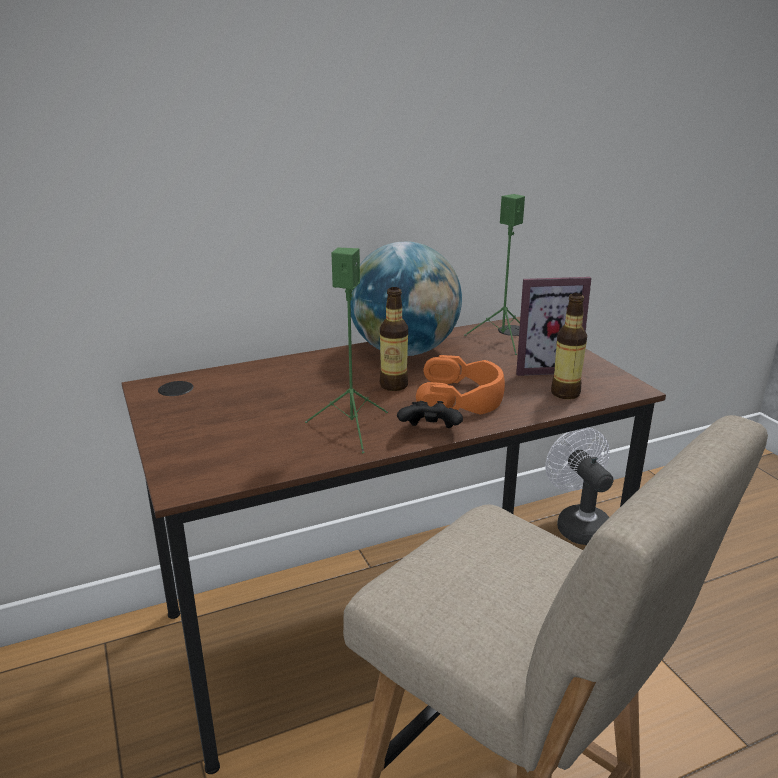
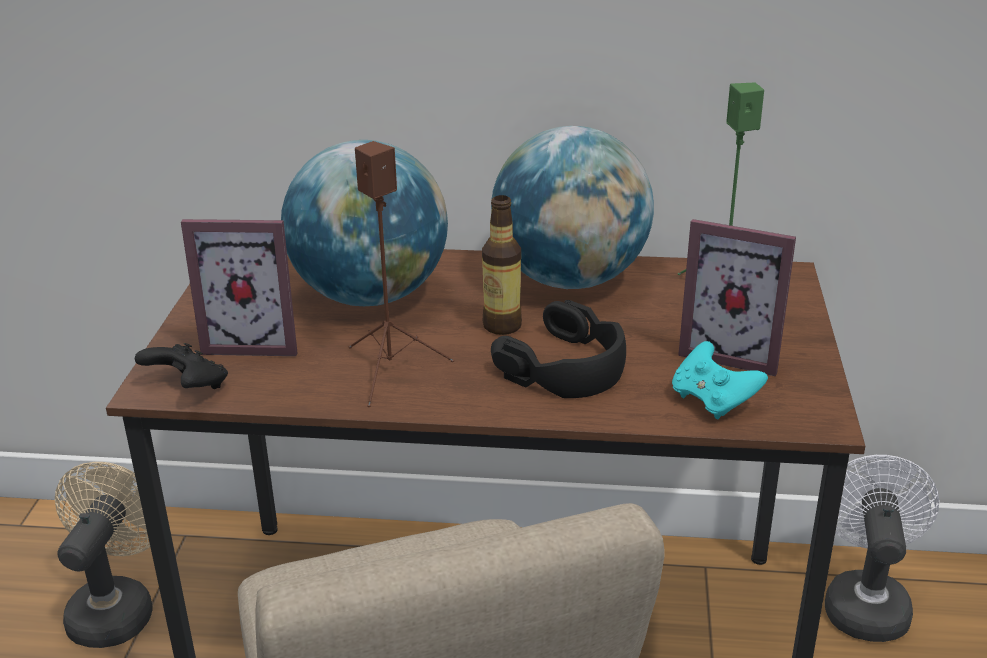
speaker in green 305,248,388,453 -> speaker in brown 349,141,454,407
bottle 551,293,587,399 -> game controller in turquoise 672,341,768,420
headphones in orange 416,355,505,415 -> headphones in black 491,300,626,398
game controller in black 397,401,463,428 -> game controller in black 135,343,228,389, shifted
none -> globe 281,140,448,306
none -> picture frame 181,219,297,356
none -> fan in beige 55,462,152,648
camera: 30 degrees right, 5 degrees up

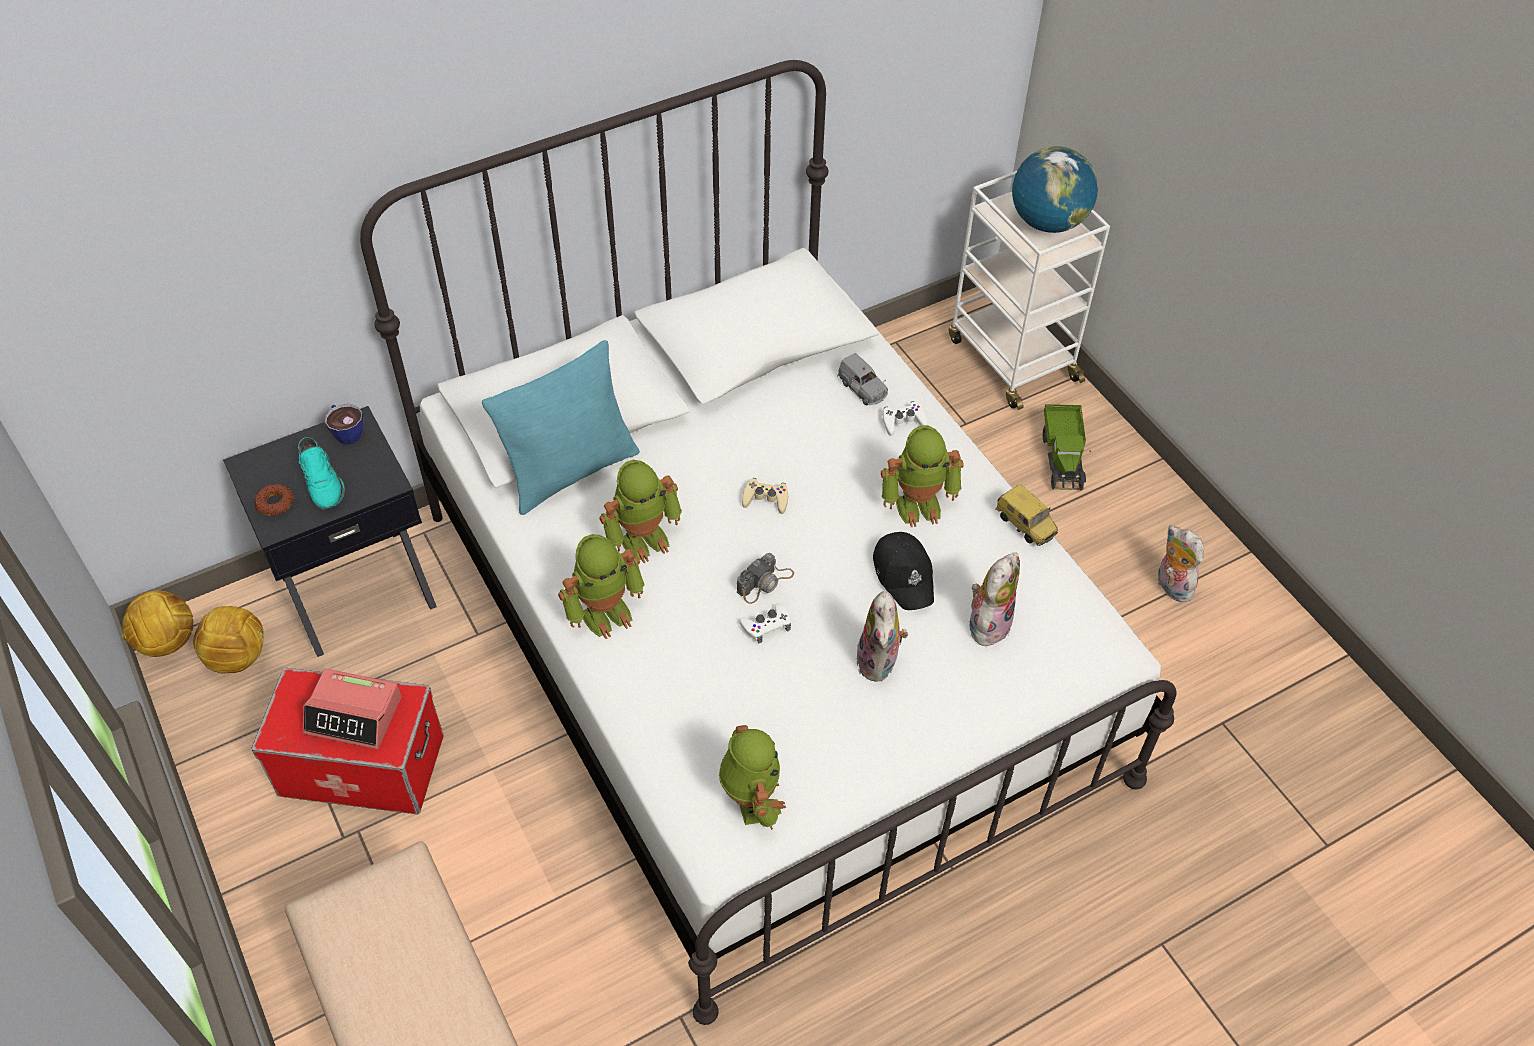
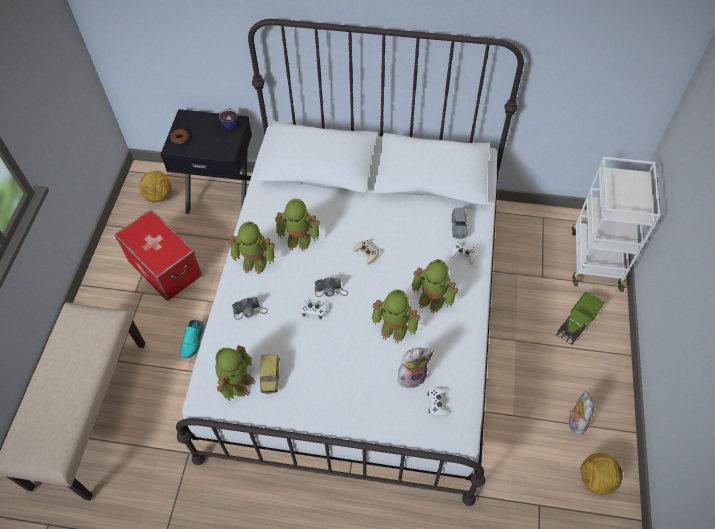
globe 1012,146,1098,233 -> none
pillow in turquoise 482,340,640,515 -> none
shoe in turquoise 298,437,345,510 -> shoe in turquoise 180,320,204,358, shifted
toy car 995,484,1058,546 -> toy car 260,355,280,394, shifted
cap in black 873,532,934,610 -> toy robot 372,289,420,343
football 122,590,193,657 -> football 580,453,623,495, shifted
plush toy 856,590,908,682 -> none
alarm clock 303,669,401,750 -> none
none -> photo camera 232,297,268,320
none -> game controller in white 427,388,448,416
camera: 40 degrees right, 5 degrees up

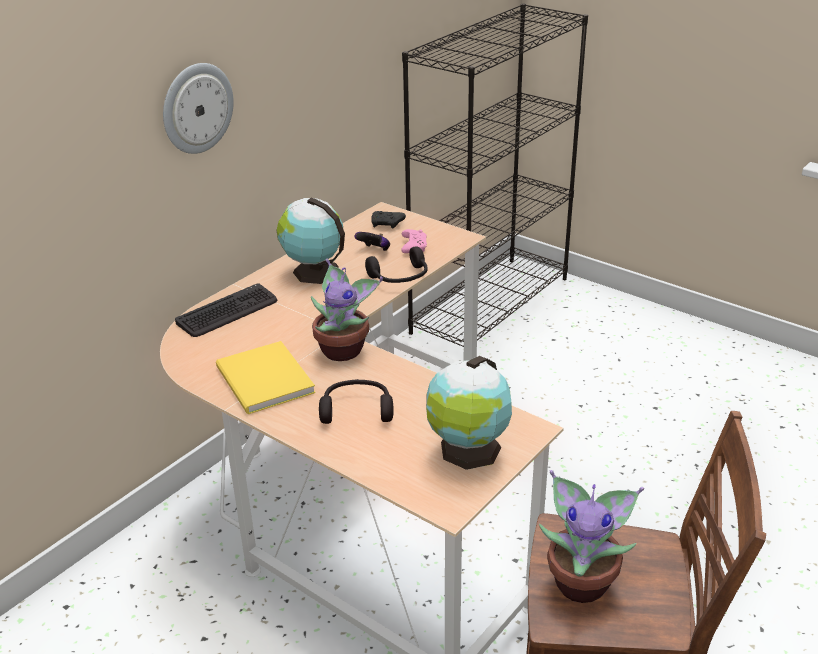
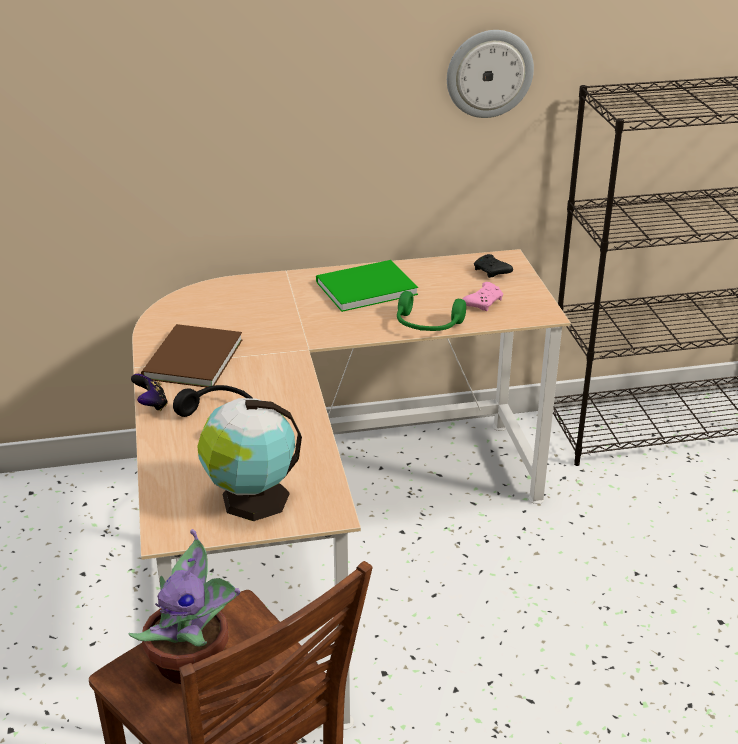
wall clock 163,63,234,154 -> wall clock 447,30,534,118, shifted
globe 277,198,345,284 -> book in green 316,260,418,312
game controller 355,232,390,251 -> game controller 131,374,168,411, shifted
headphones in black 365,246,428,283 -> headphones in green 397,291,466,331
potted plant 311,259,383,361 -> none
keyboard 175,283,277,337 -> none
book in yellow 216,341,316,414 -> book in brown 141,324,243,387
camera: 40 degrees right, 0 degrees up

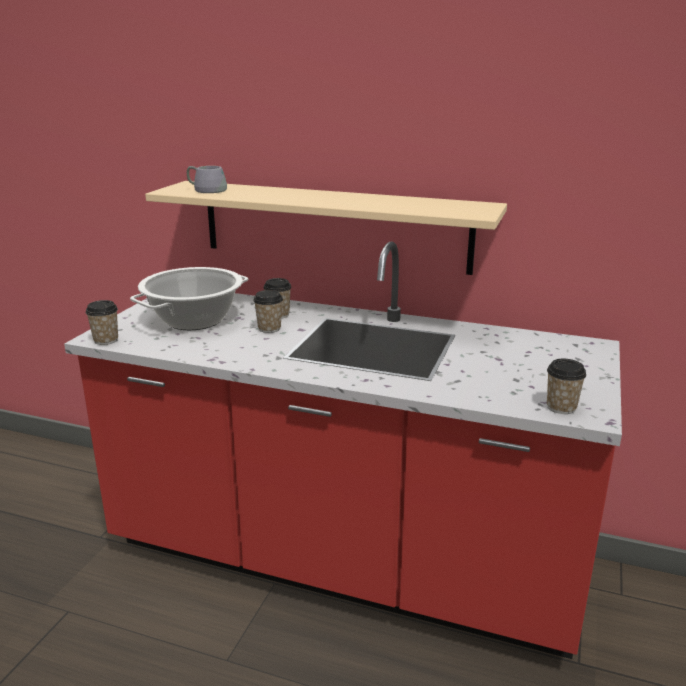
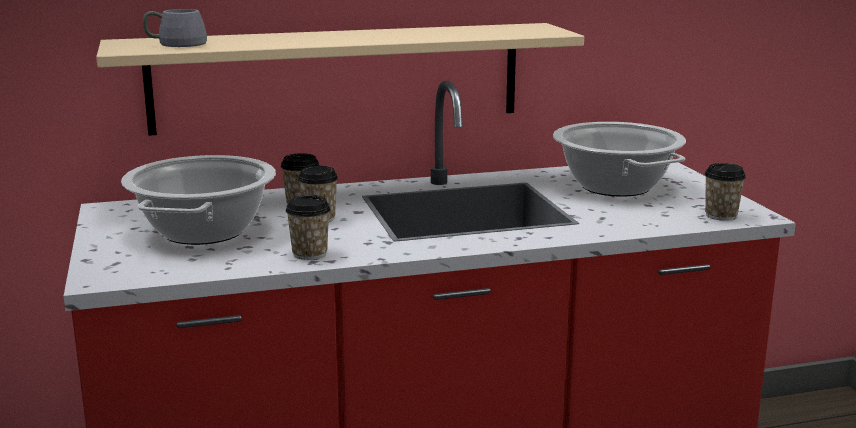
cup 86,300,118,345 -> cup 286,195,331,260, shifted
none -> cooking pot 553,122,686,197
camera: 35 degrees left, 5 degrees down

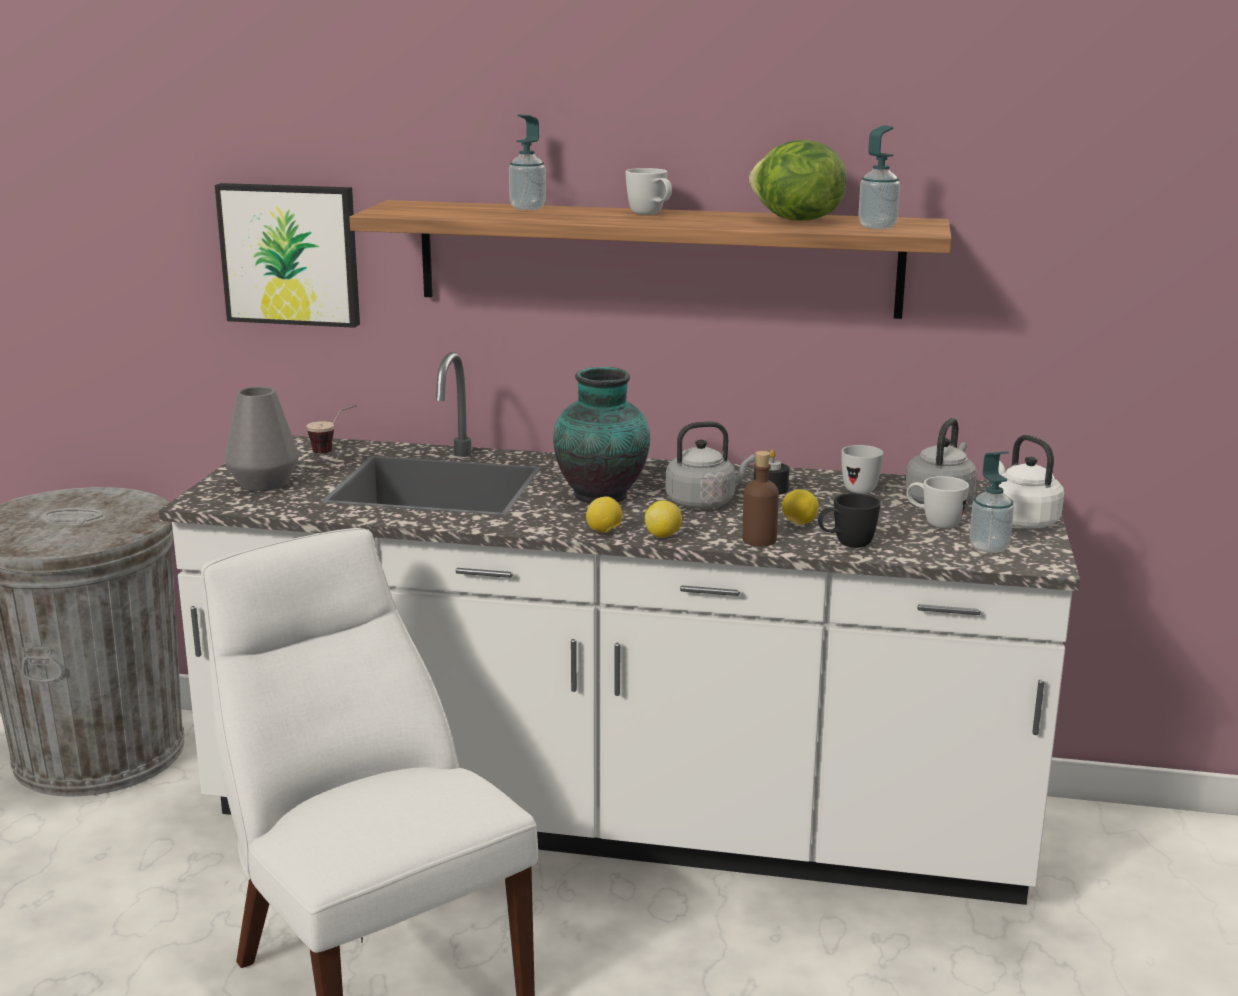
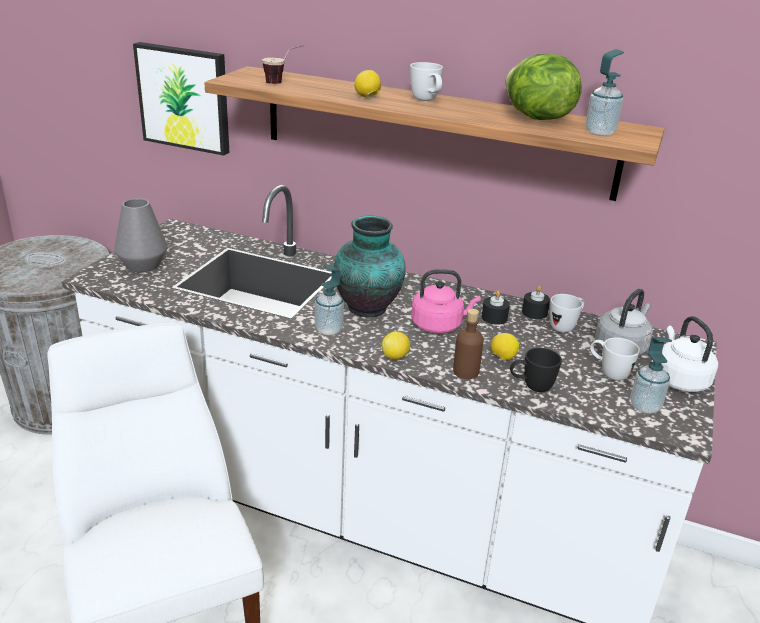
soap dispenser 509,114,546,210 -> soap dispenser 315,265,344,336, shifted
cup 306,405,357,453 -> cup 262,45,304,84, shifted
kettle in grey 665,422,755,509 -> kettle in pink 411,269,481,334
lemon 586,496,622,533 -> lemon 354,70,381,98, shifted
none -> candle in black 522,286,550,319
camera: 10 degrees right, 10 degrees up

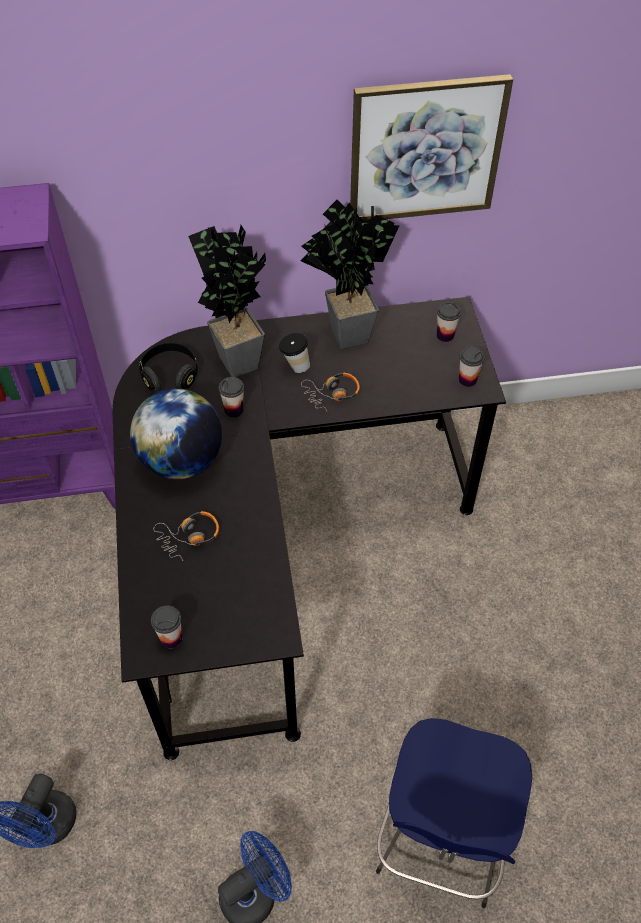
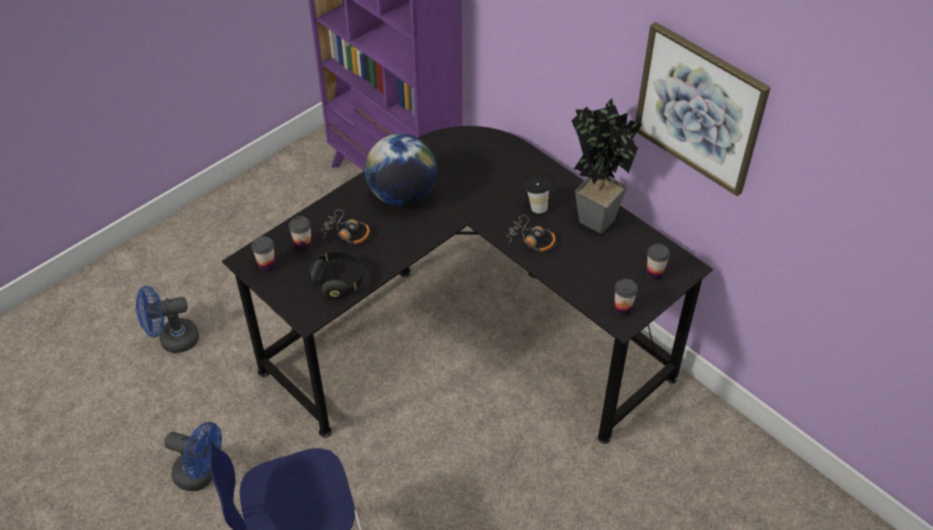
potted plant 188,225,266,377 -> none
headphones in black 139,343,198,392 -> headphones in black 309,251,363,299, shifted
cup 219,377,244,418 -> cup 289,216,311,252, shifted
camera: 55 degrees right, 5 degrees down

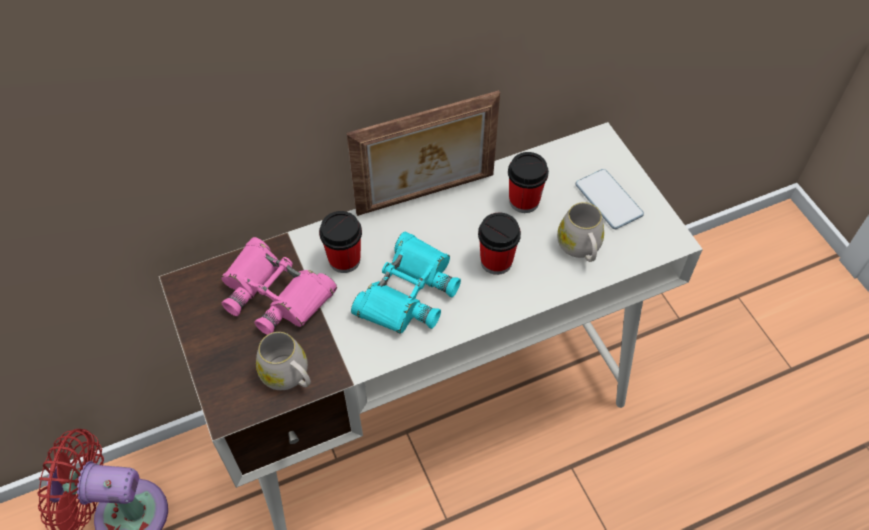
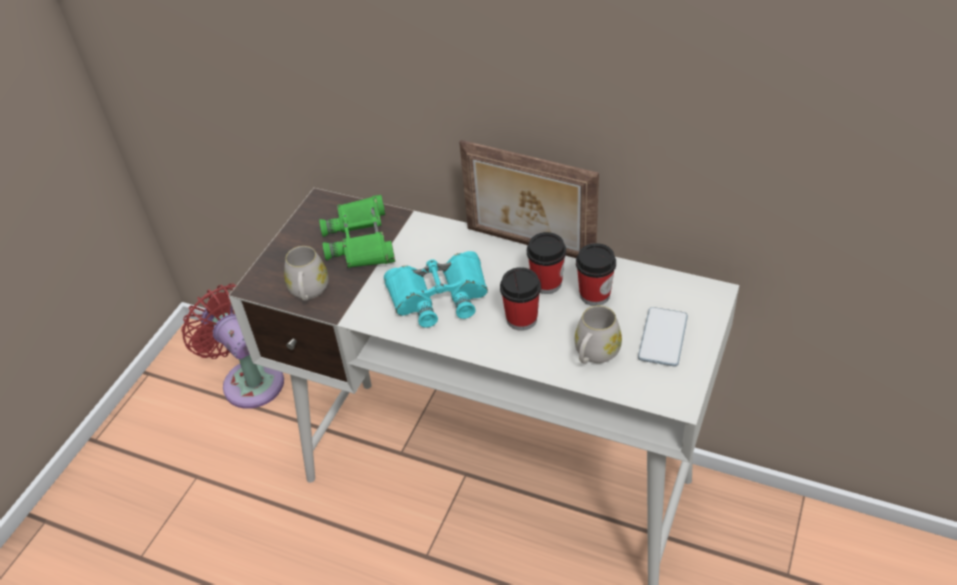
cup 319,211,362,273 -> cup 527,232,566,294, shifted
binoculars in pink 221,237,337,335 -> binoculars in green 319,195,395,268
camera: 50 degrees right, 10 degrees down

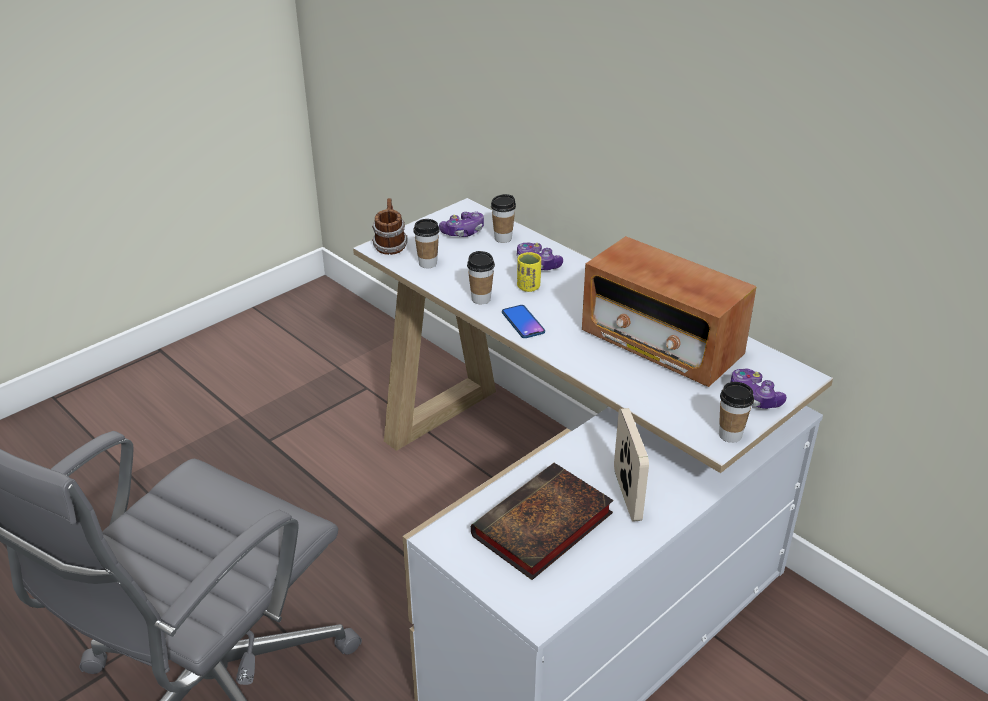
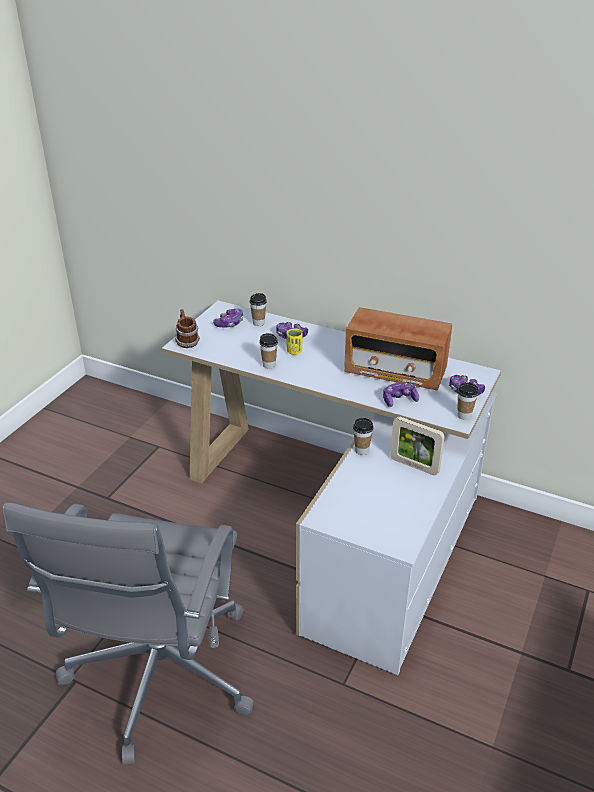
cup 413,219,440,268 -> cup 353,418,373,455, shifted
phone 502,305,545,338 -> none
picture frame 614,408,649,522 -> picture frame 390,416,445,475, 150 degrees clockwise
book 471,463,614,580 -> none
none -> game controller 383,383,419,407
camera: 20 degrees left, 0 degrees up

